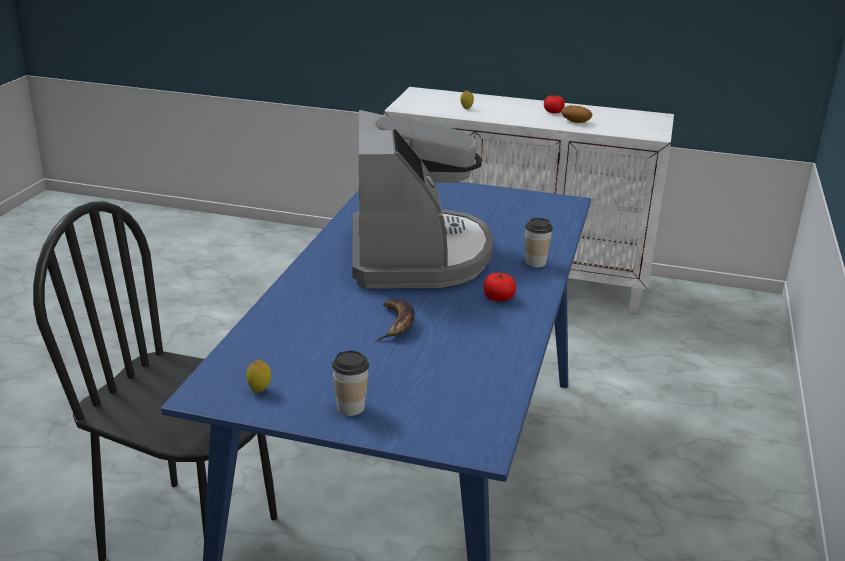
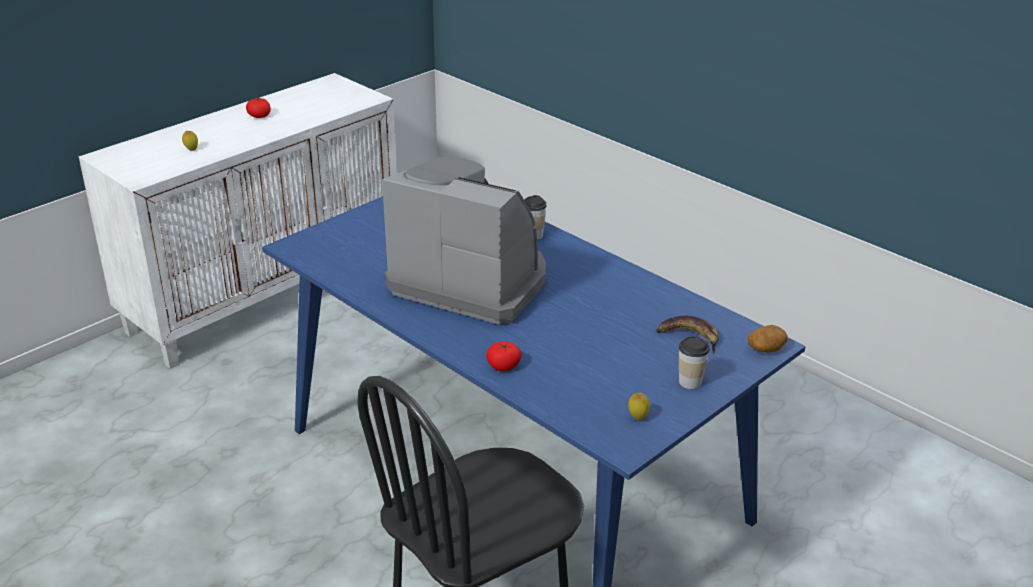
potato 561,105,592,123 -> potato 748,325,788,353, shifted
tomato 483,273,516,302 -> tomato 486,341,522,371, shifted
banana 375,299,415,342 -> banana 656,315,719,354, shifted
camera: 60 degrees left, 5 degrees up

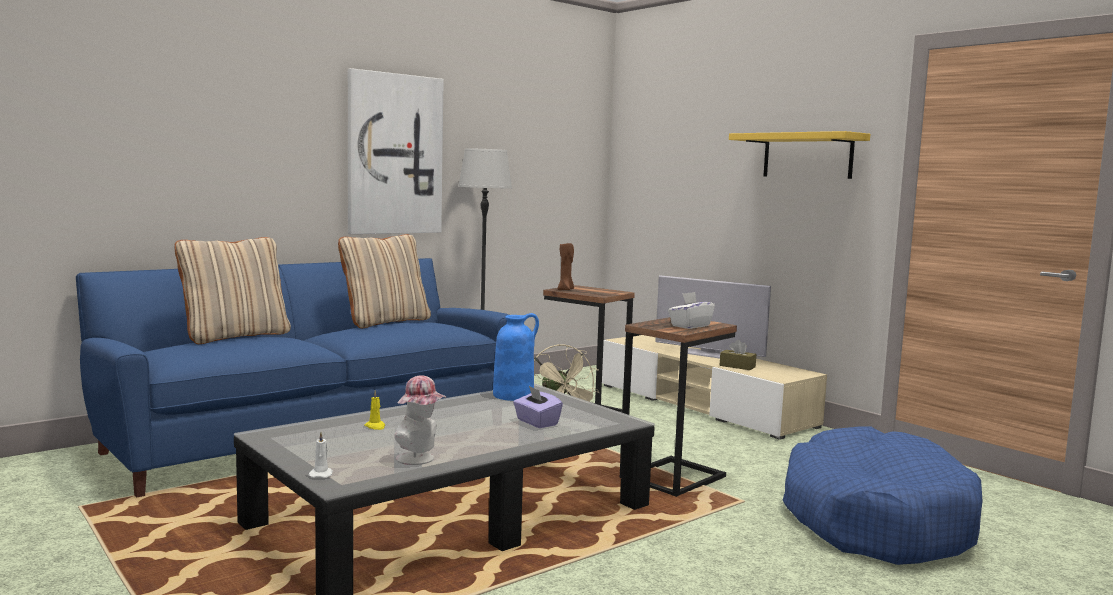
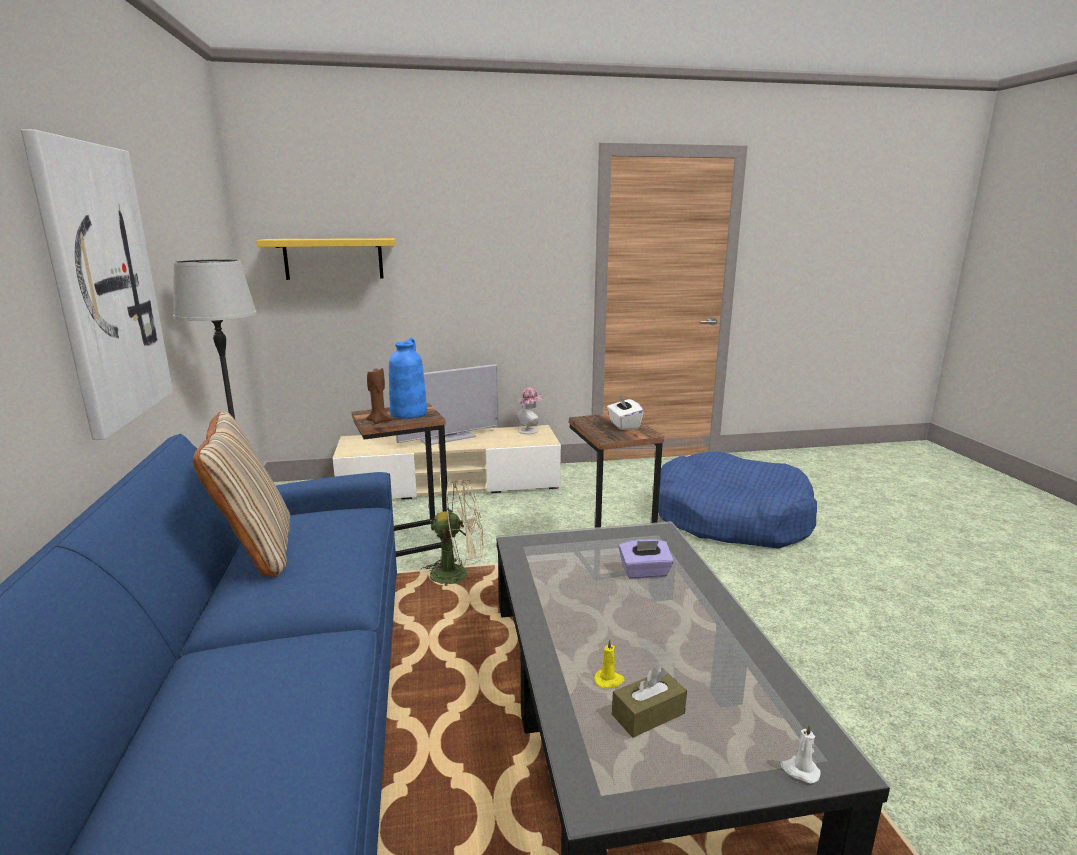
shelf in yellow 729,131,870,179 -> shelf in yellow 256,238,396,280, shifted
pillow in beige 175,237,291,344 -> none
vase in blue 493,313,539,401 -> vase in blue 389,338,427,419, shifted
tissue box in brown 720,340,756,370 -> tissue box in brown 612,668,687,738, shifted
hat 394,375,446,465 -> hat 517,387,543,434, shifted
camera: 60 degrees left, 10 degrees up

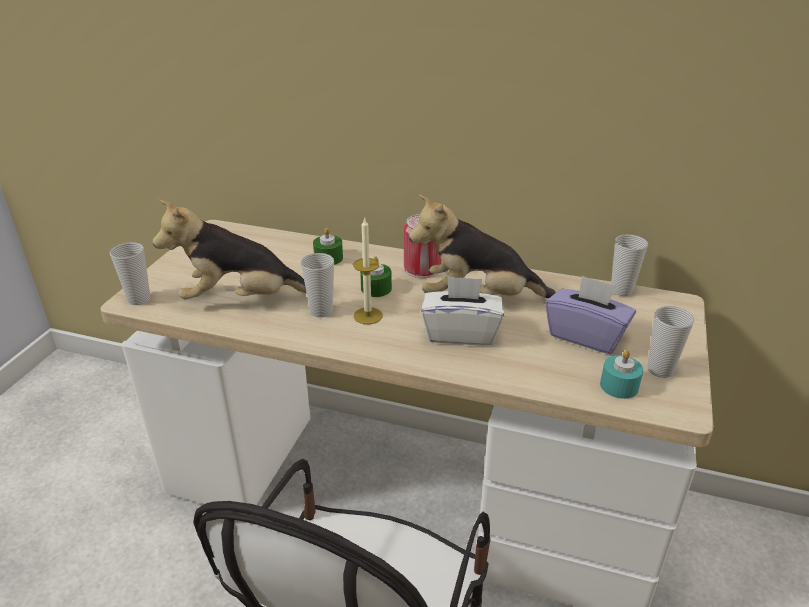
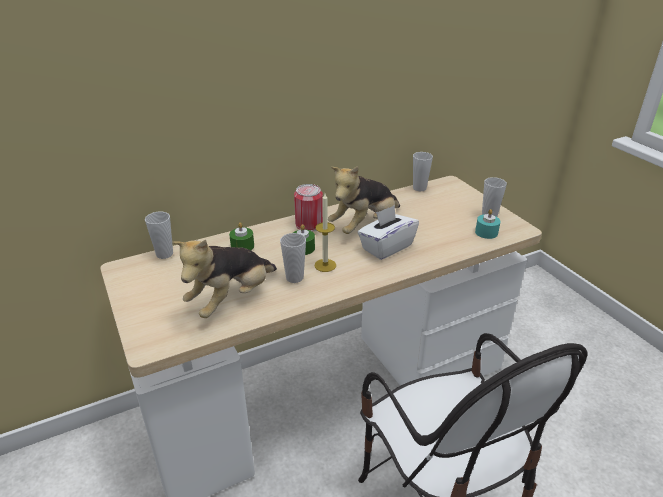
cup 110,242,151,305 -> cup 145,212,173,259, shifted
tissue box in purple 545,275,636,354 -> none
camera: 45 degrees left, 0 degrees up

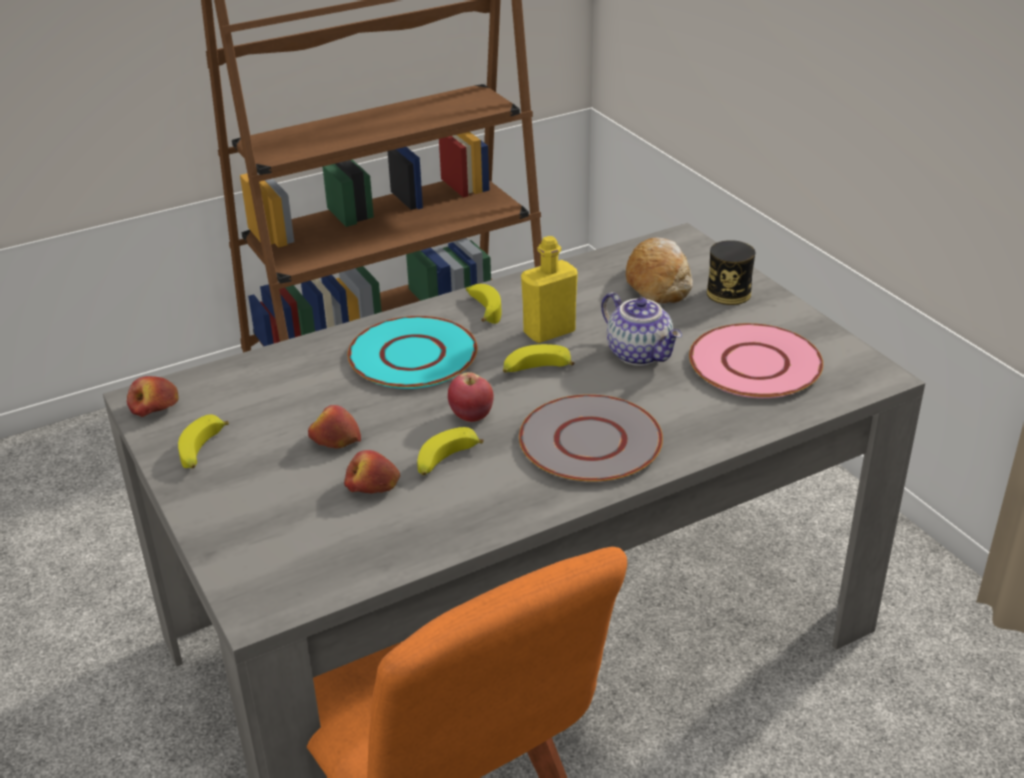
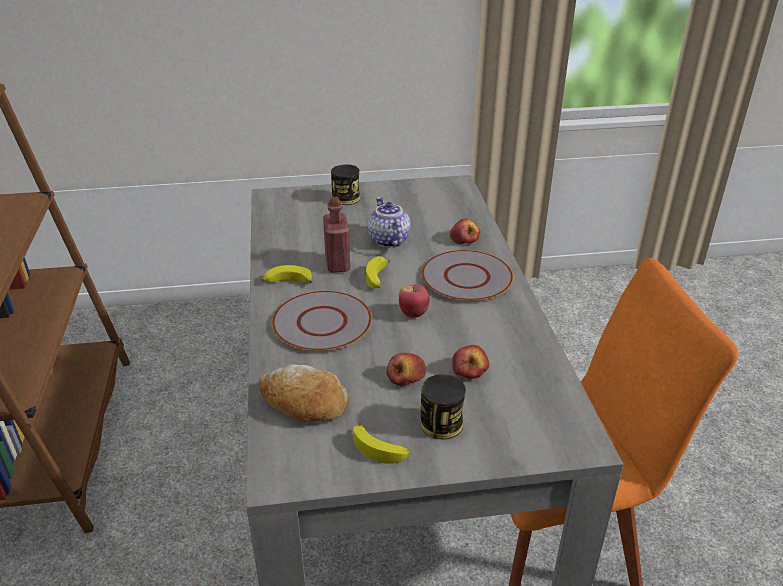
bottle in yellow 521,236,578,343 -> bottle in red 323,197,350,273
bread 626,237,693,303 -> bread 259,364,349,422, shifted
teapot 601,292,682,366 -> teapot 368,197,411,247, 90 degrees counterclockwise
plate in turquoise 348,316,477,389 -> plate in grey 272,291,372,352
plate in pink 689,323,823,398 -> none
apple 127,376,179,417 -> apple 450,218,480,244, shifted
banana 417,427,484,475 -> none
none -> can 421,374,466,439
camera: 70 degrees left, 0 degrees up

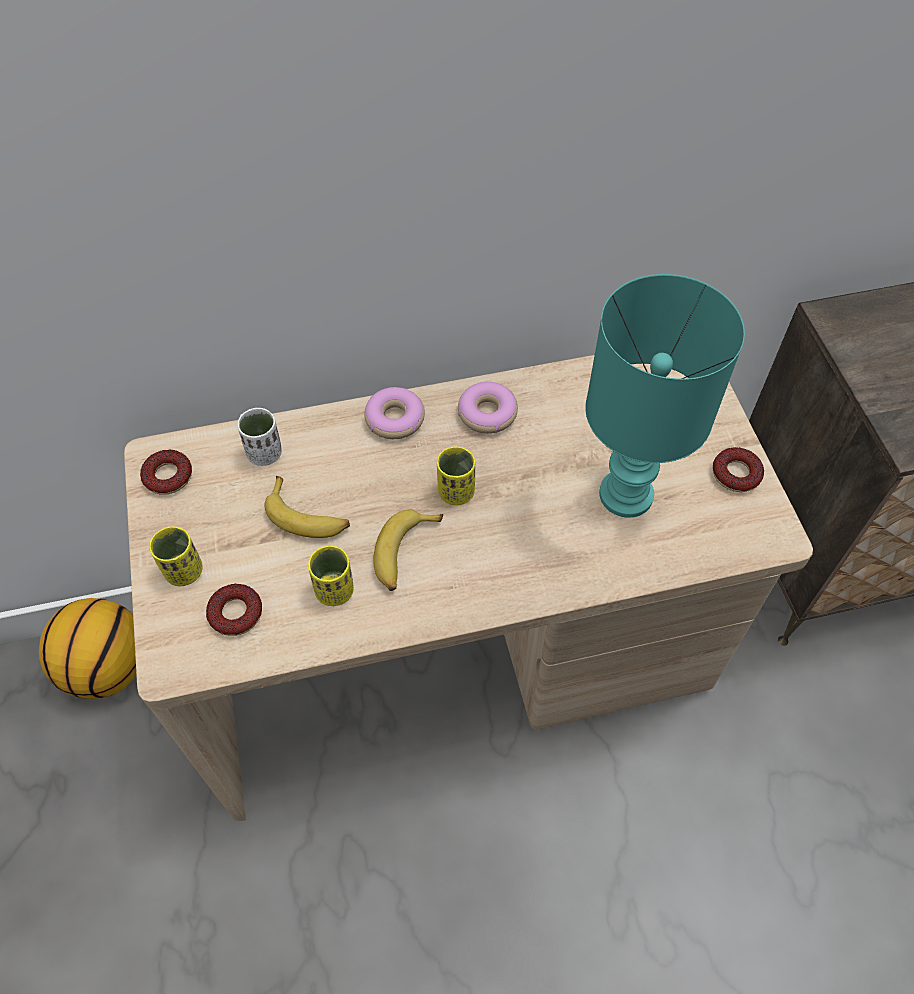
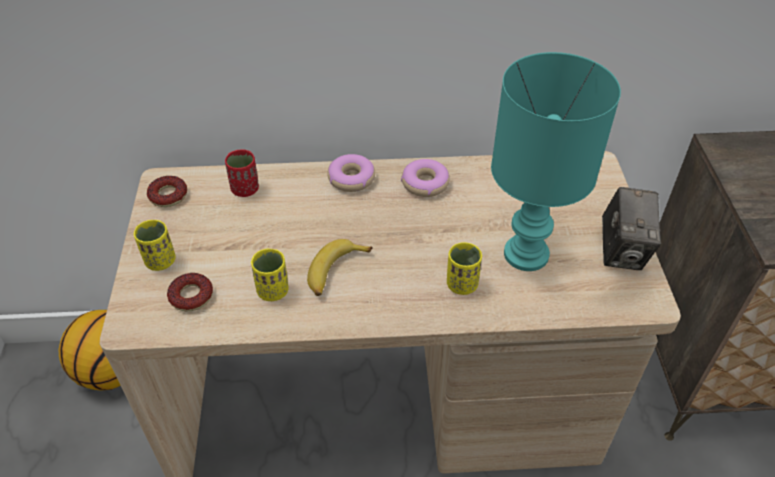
cup in white 237,408,282,466 -> cup in red 225,149,259,197
cup in yellow 437,447,475,505 -> cup in yellow 447,242,482,295, shifted
donut 713,447,764,492 -> photo camera 602,187,661,270
banana 264,476,350,538 -> none
camera: 10 degrees right, 10 degrees down

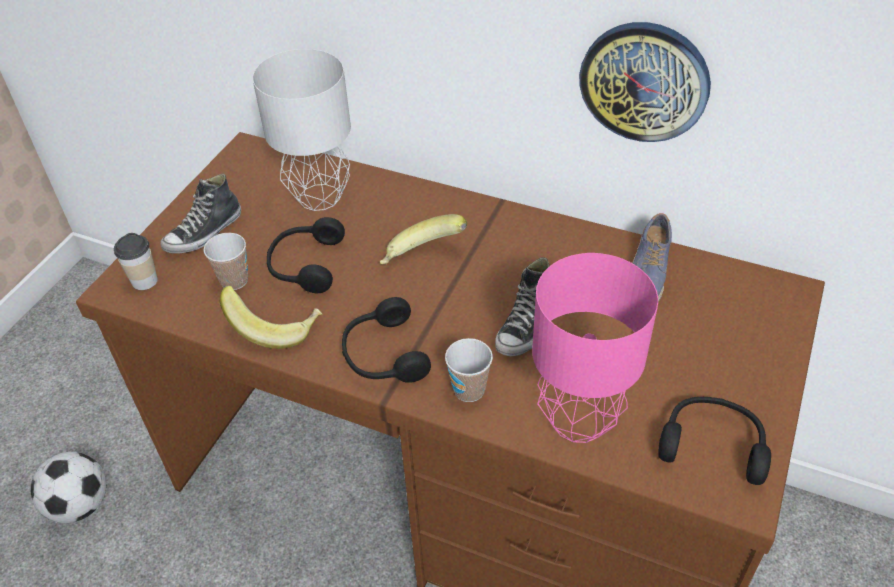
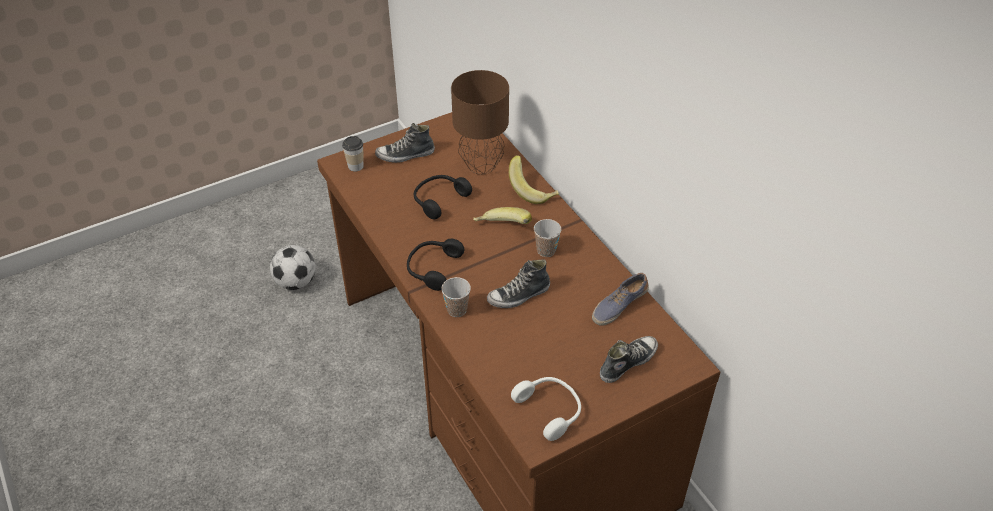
wall clock 579,22,711,142 -> none
table lamp in grey 252,49,351,211 -> table lamp in brown 451,70,509,174
cup 204,233,248,290 -> cup 534,219,561,257, shifted
table lamp in pink 532,253,658,443 -> none
banana 220,286,322,349 -> banana 509,155,559,204, shifted
headphones in black 658,397,771,485 -> headphones in white 511,377,581,441
none -> shoe 600,336,658,383
camera: 35 degrees right, 0 degrees up

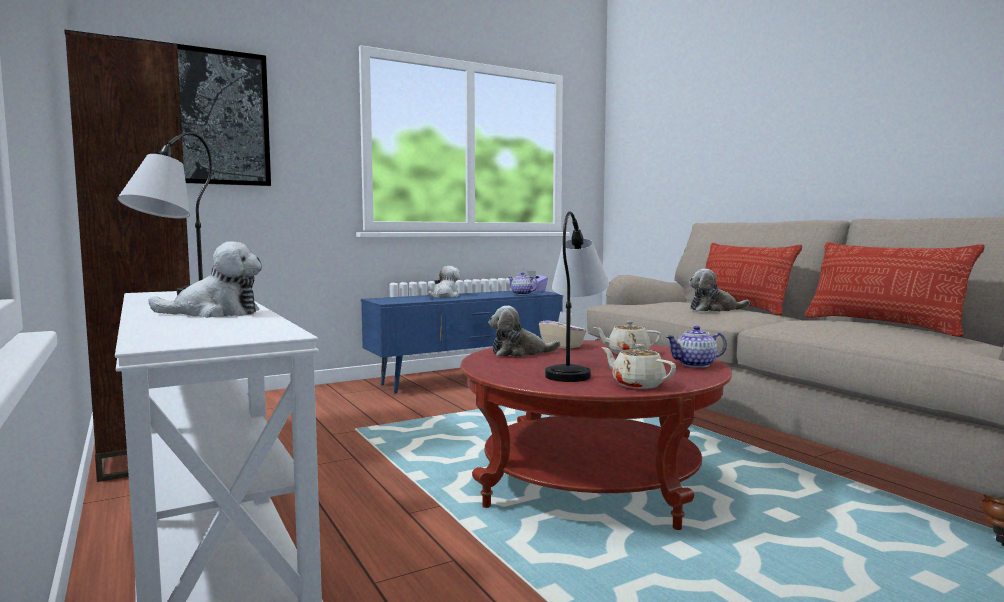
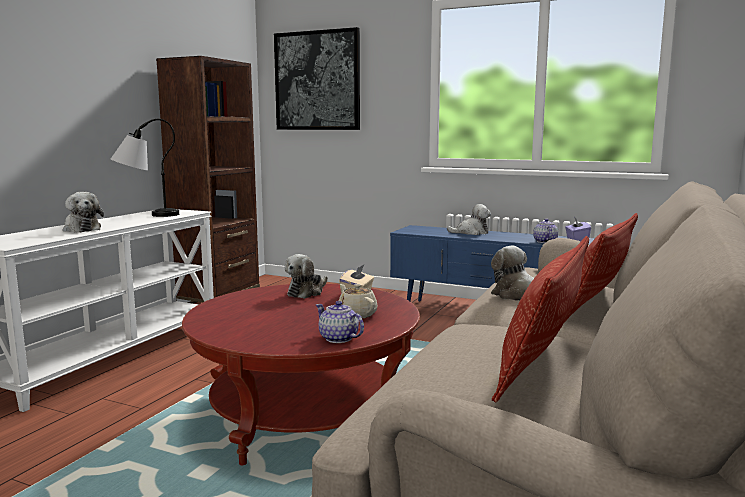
table lamp 545,211,609,382 -> none
plush toy 488,306,561,357 -> plush toy 285,254,328,299, 105 degrees counterclockwise
teapot in beige 602,344,676,389 -> none
camera: 55 degrees right, 5 degrees up

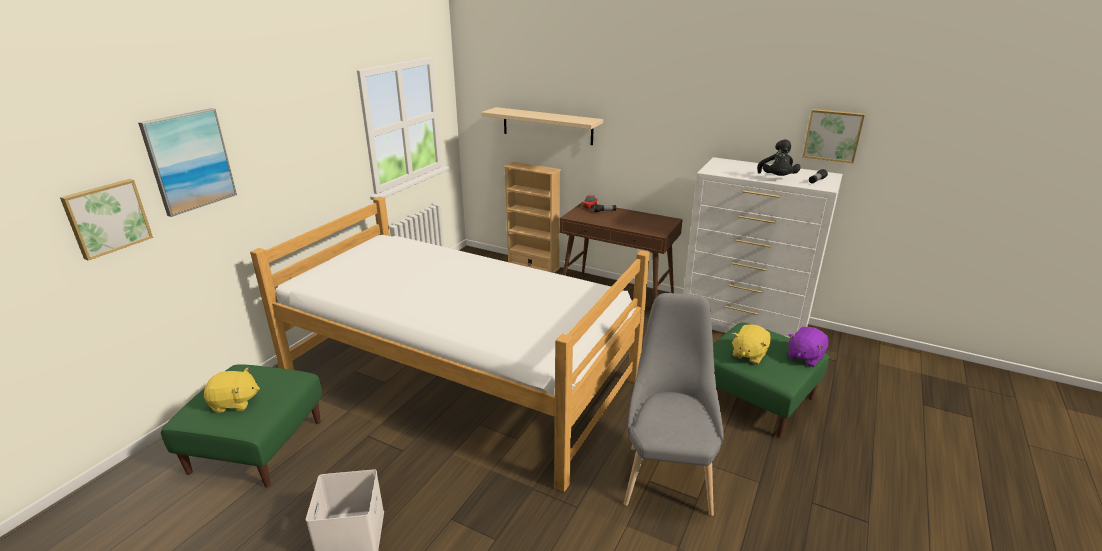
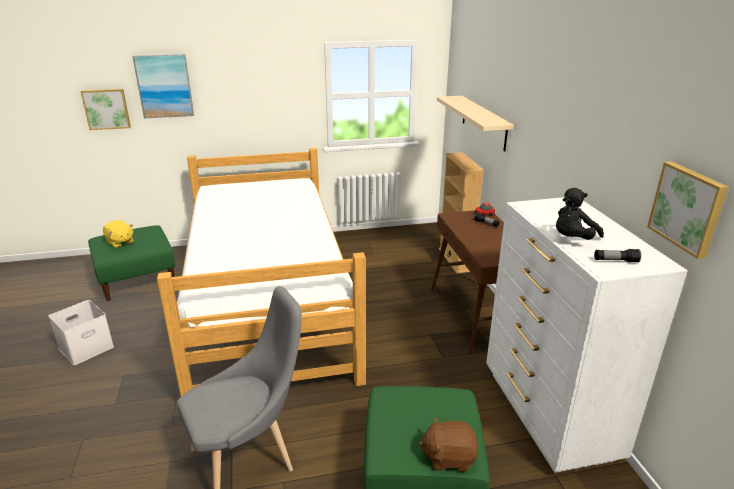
plush toy in yellow 732,325,771,364 -> none
plush toy in purple 788,327,829,367 -> plush toy in brown 419,417,479,472
camera: 50 degrees right, 0 degrees up

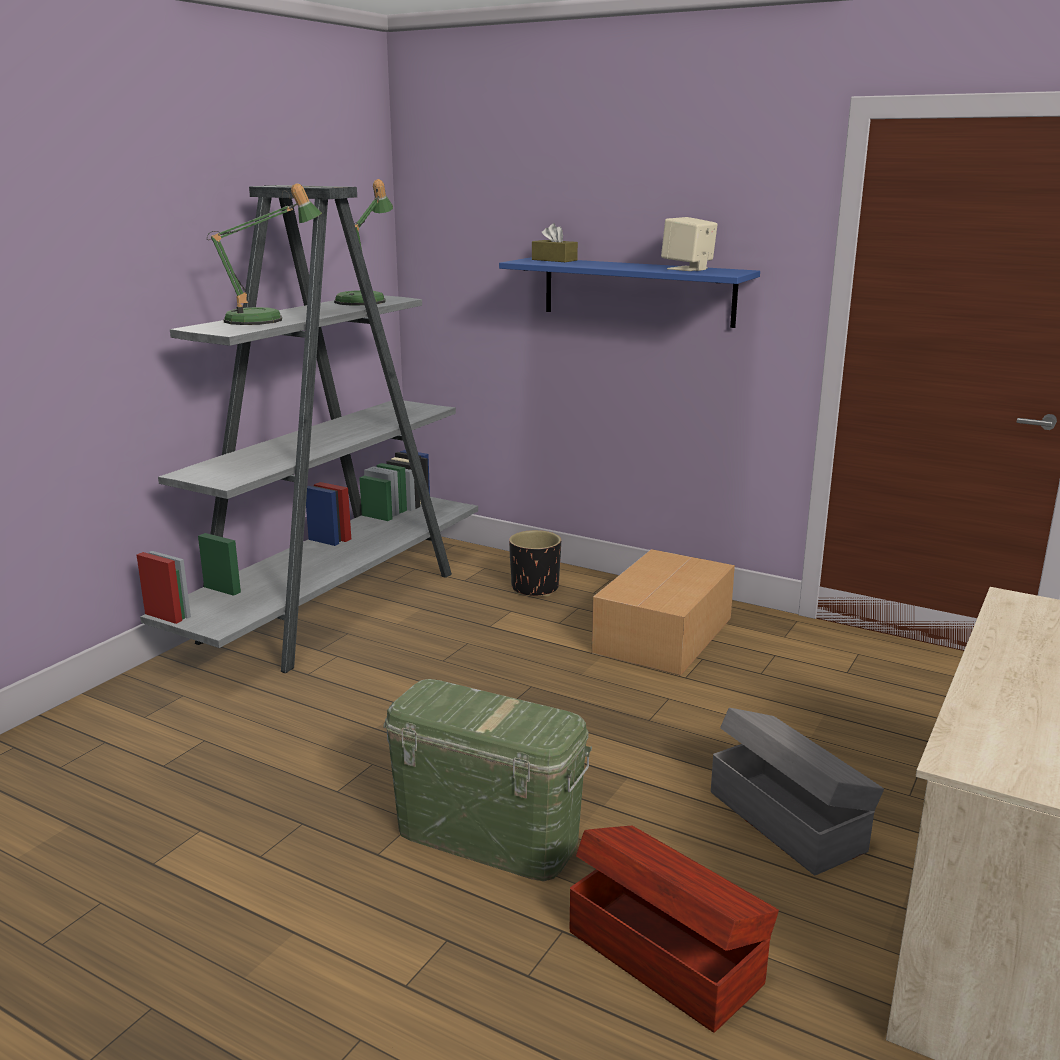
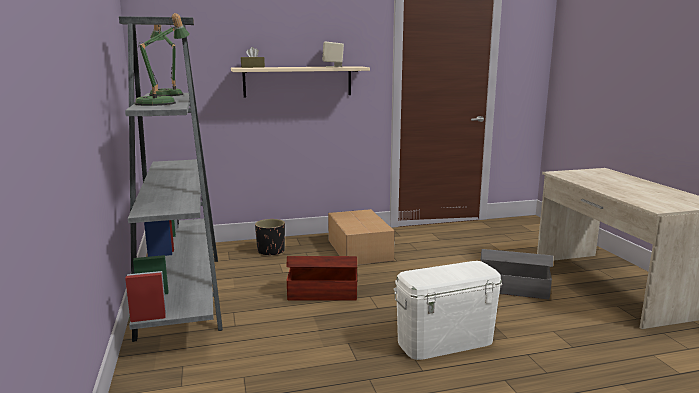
shelf in blue 499,257,760,328 -> shelf in beige 231,66,370,98
storage box in green 383,679,592,881 -> storage box in white 393,261,502,360
storage box in brown 570,826,779,1033 -> storage box in brown 286,256,357,301, shifted
camera: 45 degrees left, 5 degrees down

